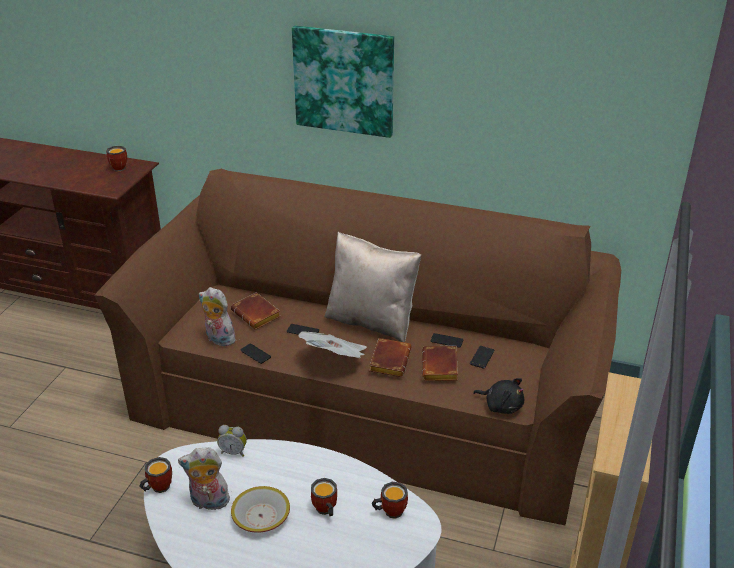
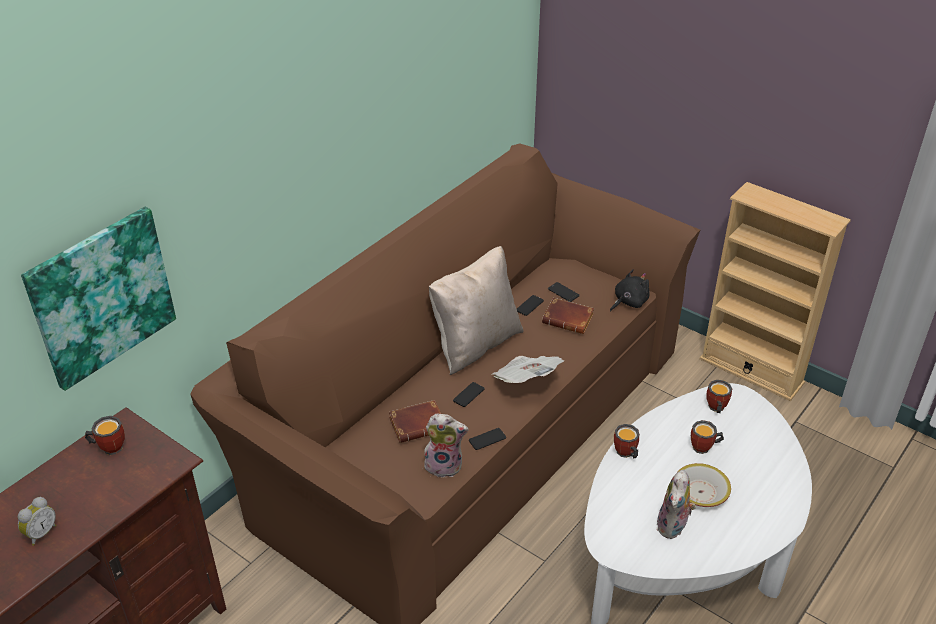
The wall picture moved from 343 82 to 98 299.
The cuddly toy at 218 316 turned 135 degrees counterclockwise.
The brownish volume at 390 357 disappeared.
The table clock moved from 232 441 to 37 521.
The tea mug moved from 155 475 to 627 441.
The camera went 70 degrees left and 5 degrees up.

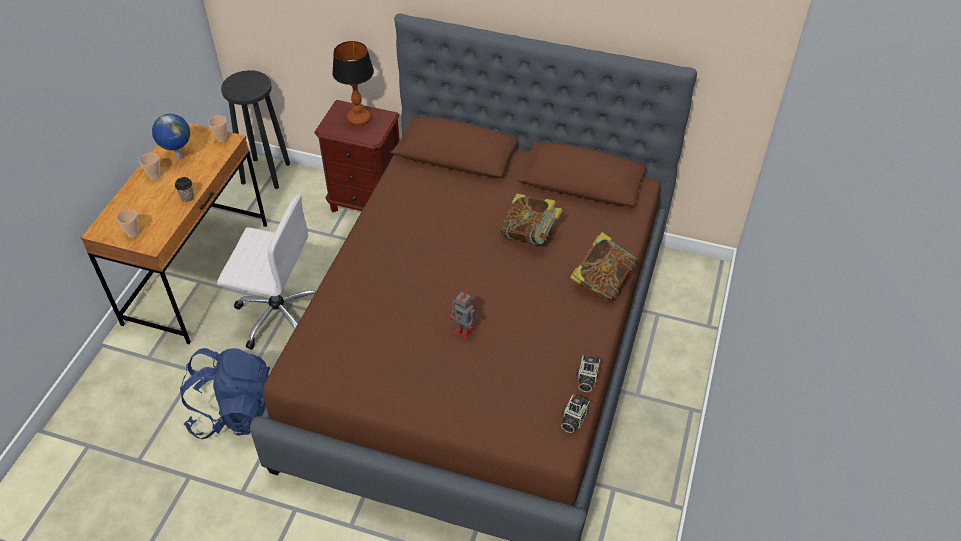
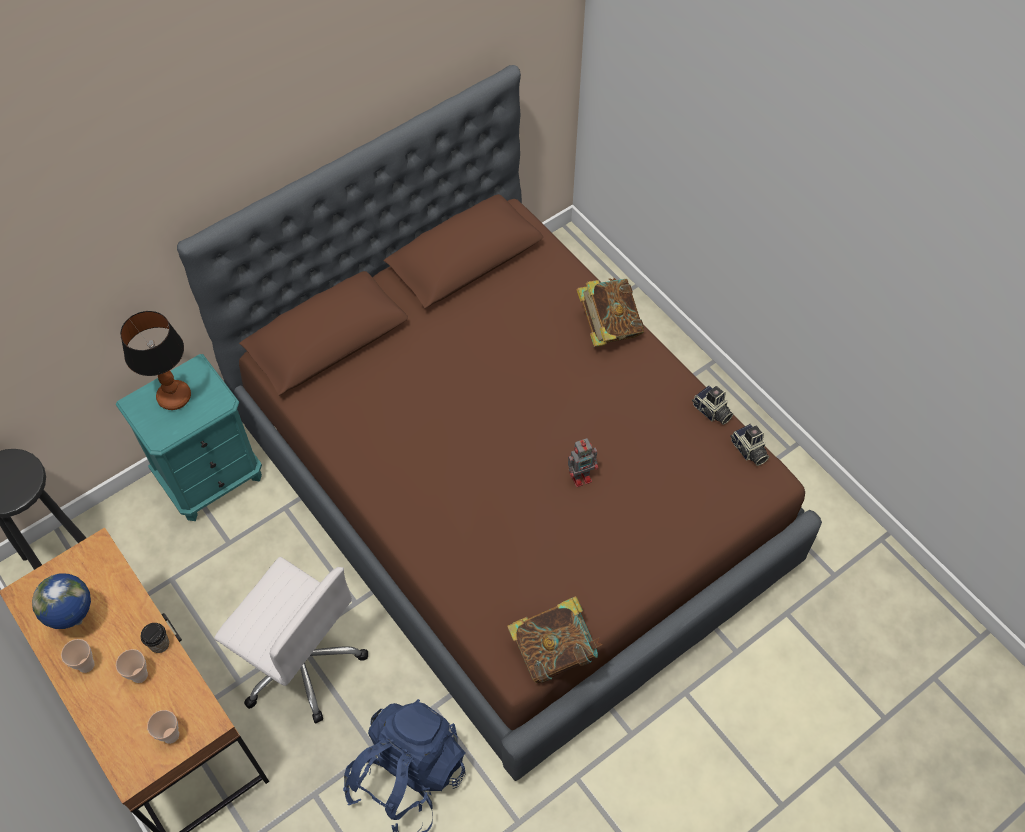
The brownish nightstand at 357 156 became the turquoise nightstand at 189 437.
The drinking cup moved from 217 128 to 132 666.
The white-coloured computer chair at 266 272 turned 75 degrees clockwise.
The volume moved from 531 219 to 554 639.
The camera went 55 degrees left and 10 degrees up.

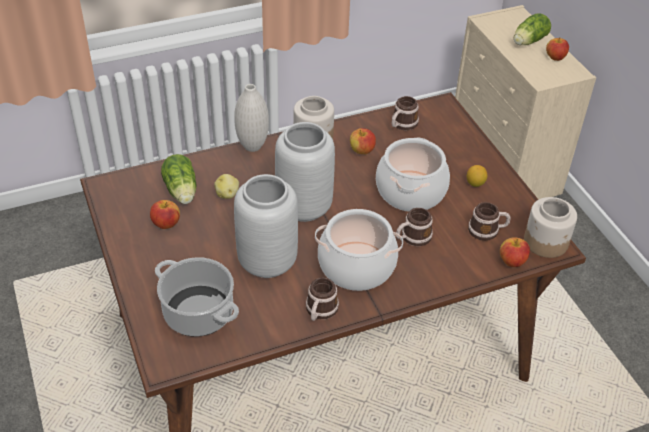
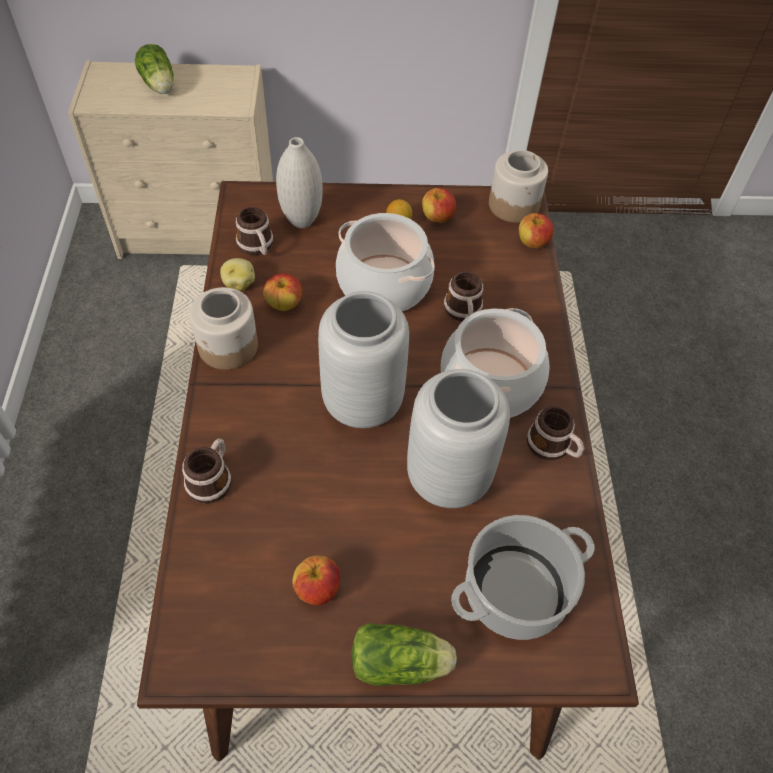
The apple moved from 557 49 to 439 205.
The white-coloured vase moved from 251 118 to 299 182.
The lettuce head moved from 178 179 to 404 654.
The whole potato moved from 226 186 to 237 274.
The tea mug moved from 489 221 to 206 471.
The camera went 70 degrees left and 10 degrees up.

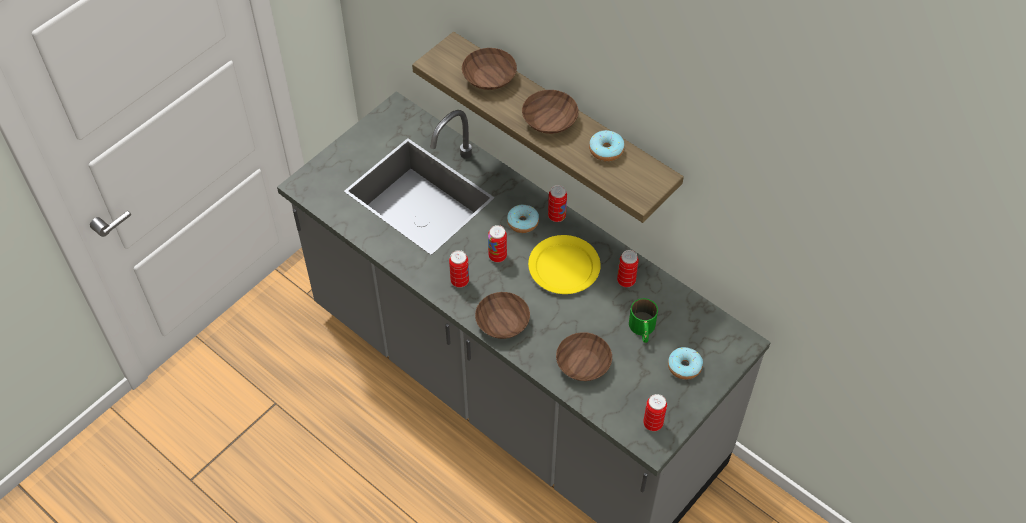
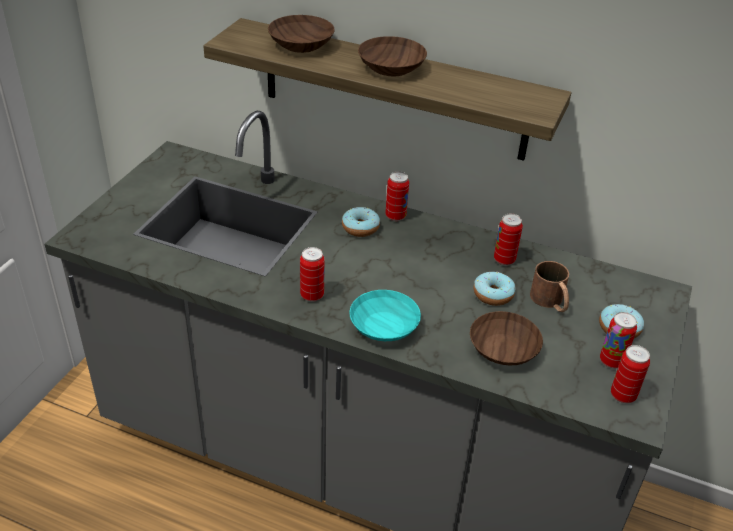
The doughnut moved from 607 146 to 494 288.
The can moved from 497 244 to 618 340.
The yellowish plate at 564 264 disappeared.
The brownish deep dish at 502 315 became the turquoise deep dish at 385 315.
The greenish tea mug at 643 320 became the brownish tea mug at 549 286.
The camera went 20 degrees left and 15 degrees down.

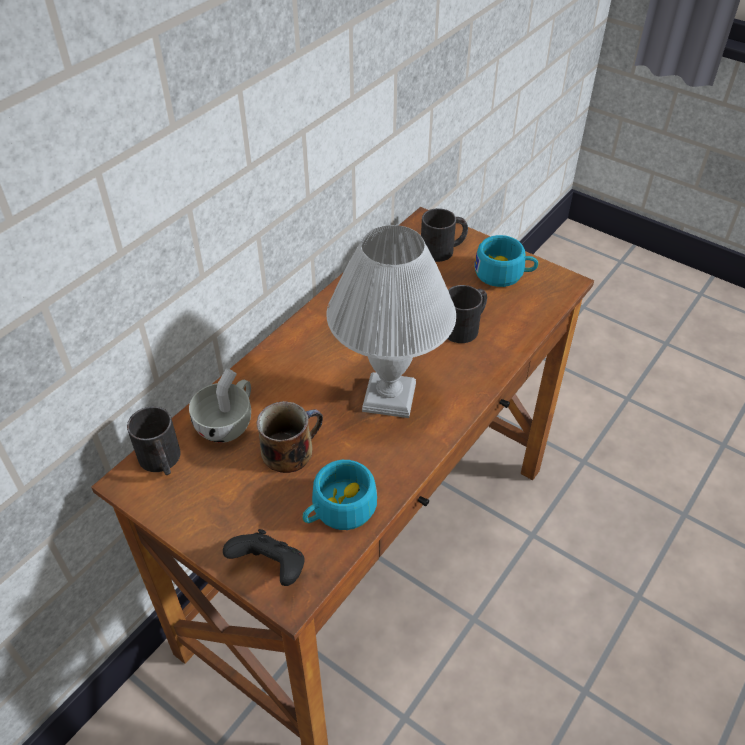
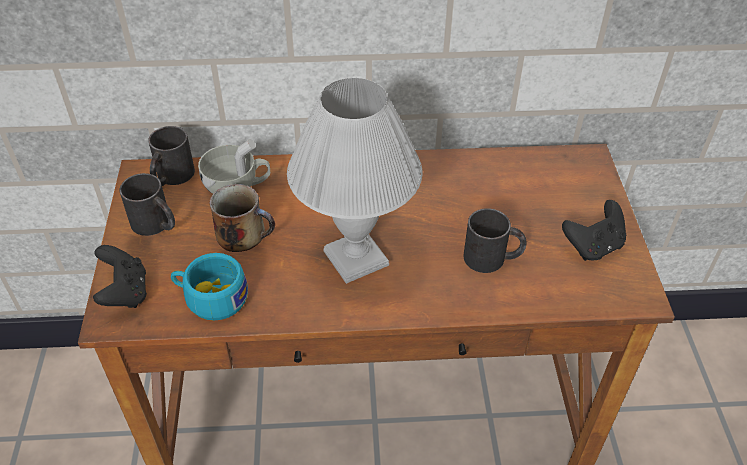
The blackish tea mug moved from 444 235 to 147 204.
The turquoise drinking cup at 506 261 was replaced by the blackish game controller at 594 230.
The camera went 50 degrees right and 0 degrees up.

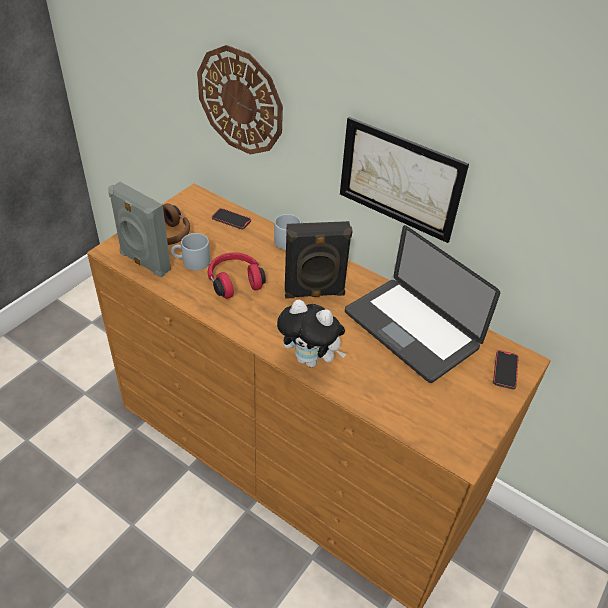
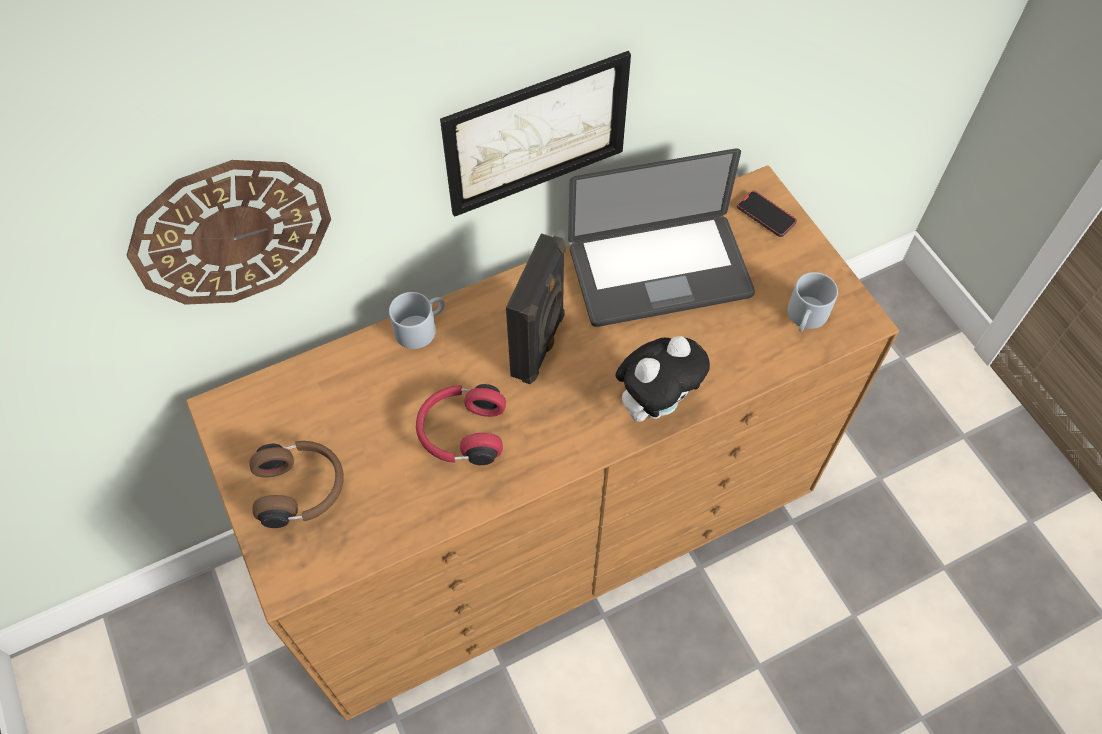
The grey audio speaker at 139 230 disappeared.
The phone at 231 218 disappeared.
The grey tea mug moved from 190 252 to 813 302.
The camera went 60 degrees left and 15 degrees up.

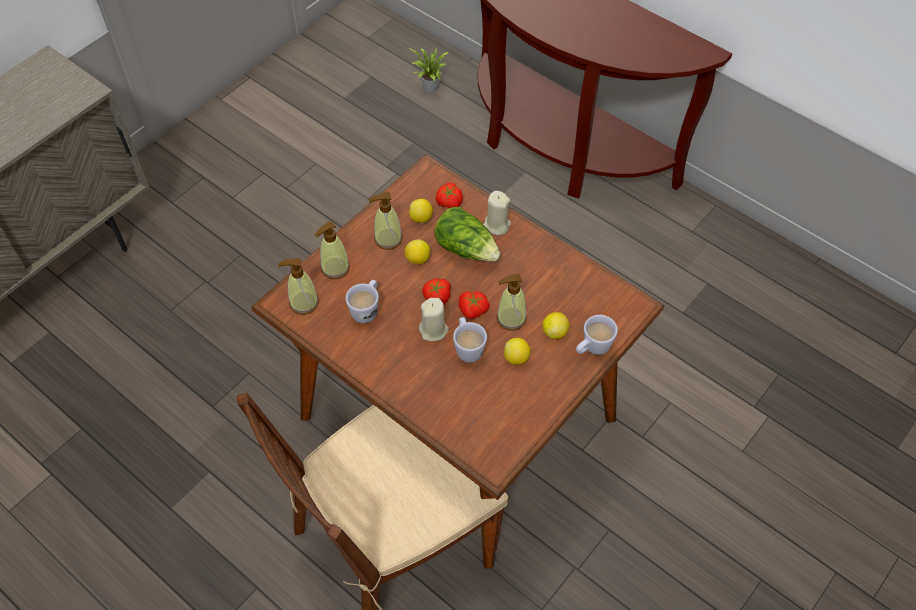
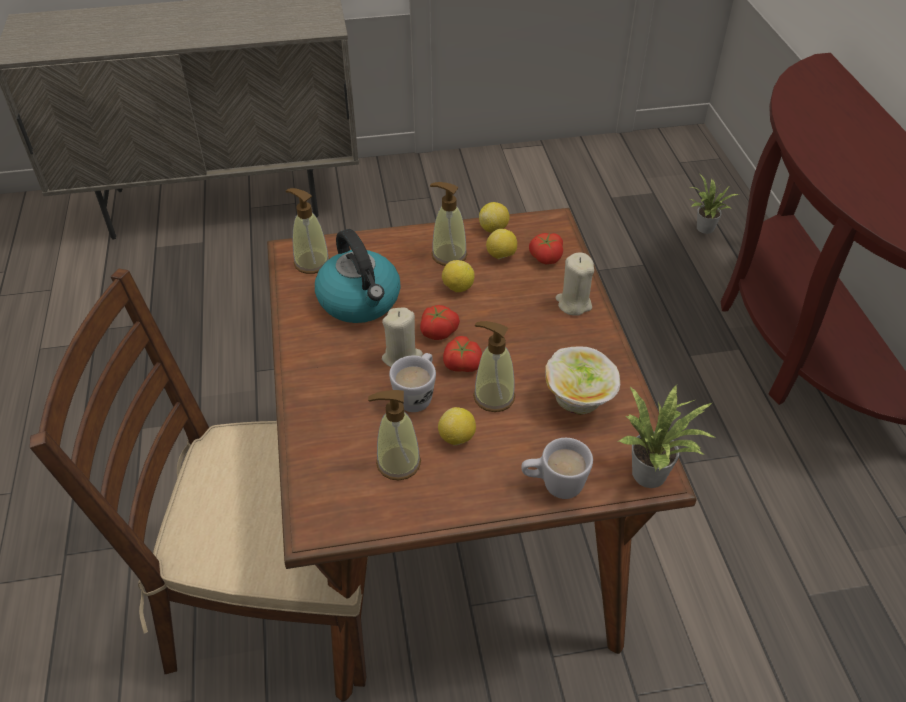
The lettuce head at 467 234 disappeared.
The soap dispenser moved from 332 250 to 394 435.
The white-coloured tea mug at 362 301 was replaced by the kettle at 357 276.
The whole lemon moved from 556 325 to 494 217.
The deep dish at 582 380 appeared.
The plant in a pot at 666 436 appeared.
The camera went 40 degrees right and 10 degrees down.

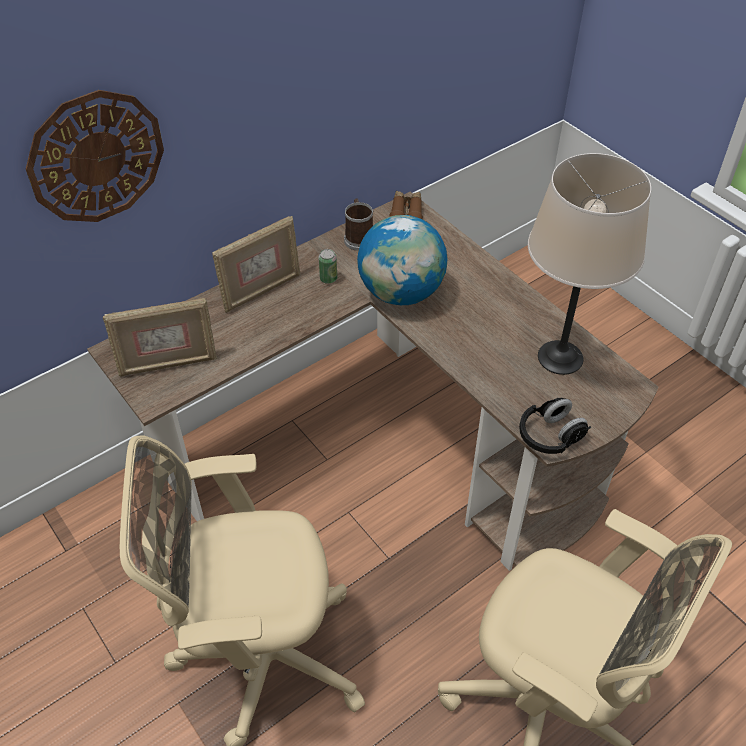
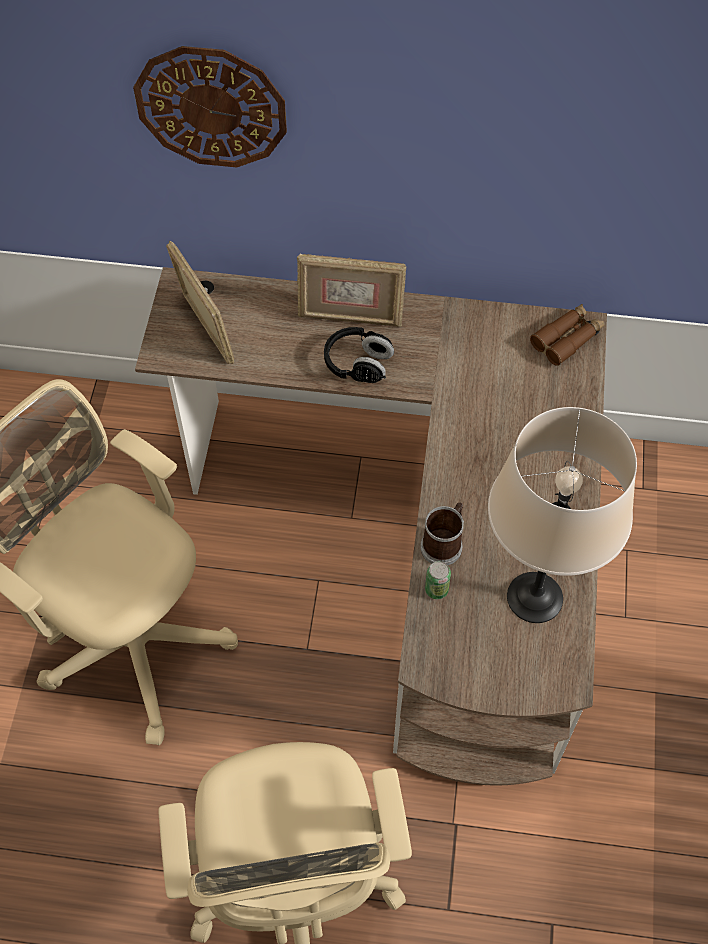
The tea mug moved from 358 224 to 442 533.
The world globe at 402 260 disappeared.
The can moved from 328 266 to 438 580.
The standing frame at 160 337 turned 150 degrees counterclockwise.
The blackish headphones moved from 555 426 to 359 355.
The camera went 45 degrees right and 10 degrees up.

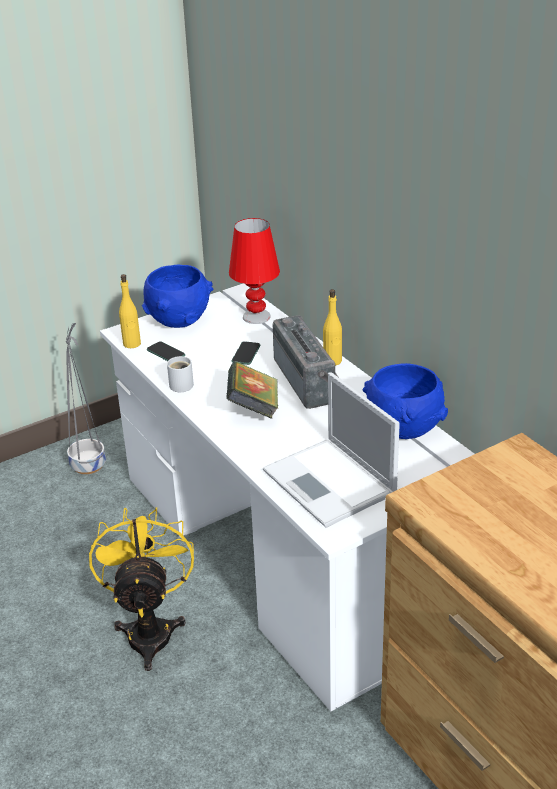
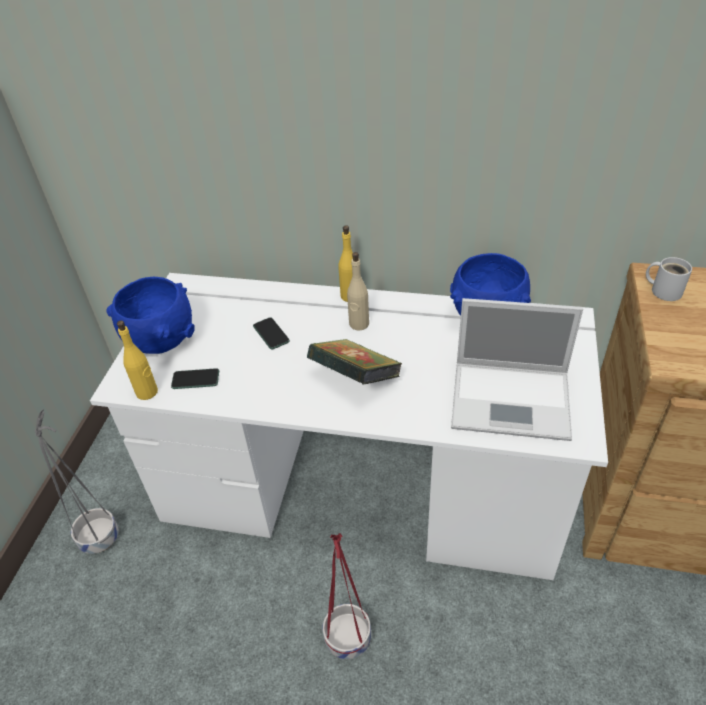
The red-coloured tabletop lamp at 254 271 disappeared.
The radio at 305 362 was replaced by the sand-coloured bottle at 358 291.
The white-coloured tea mug moved from 180 374 to 669 279.
The yellowish electric fan at 141 589 was replaced by the red-coloured planter at 346 596.
The camera went 45 degrees left and 10 degrees up.

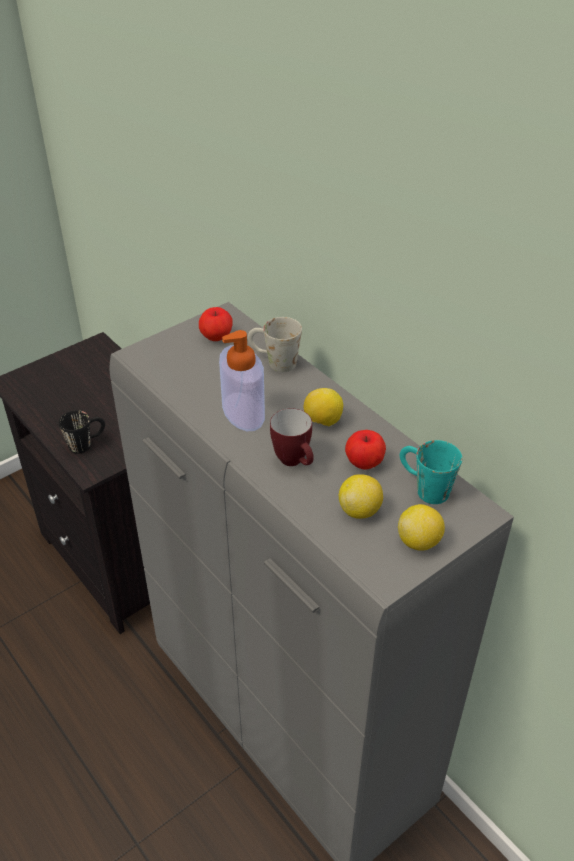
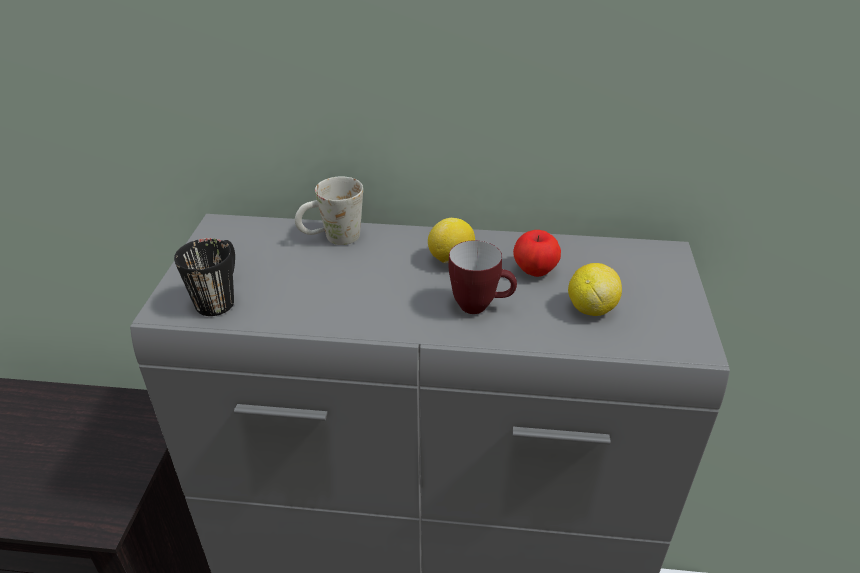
The apple at 216 324 disappeared.
The soap dispenser at 242 380 disappeared.
The blackish tea mug moved from 82 432 to 204 277.
The turquoise tea mug at 431 472 disappeared.
The whole lemon at 421 527 disappeared.
The camera went 45 degrees left and 5 degrees down.

